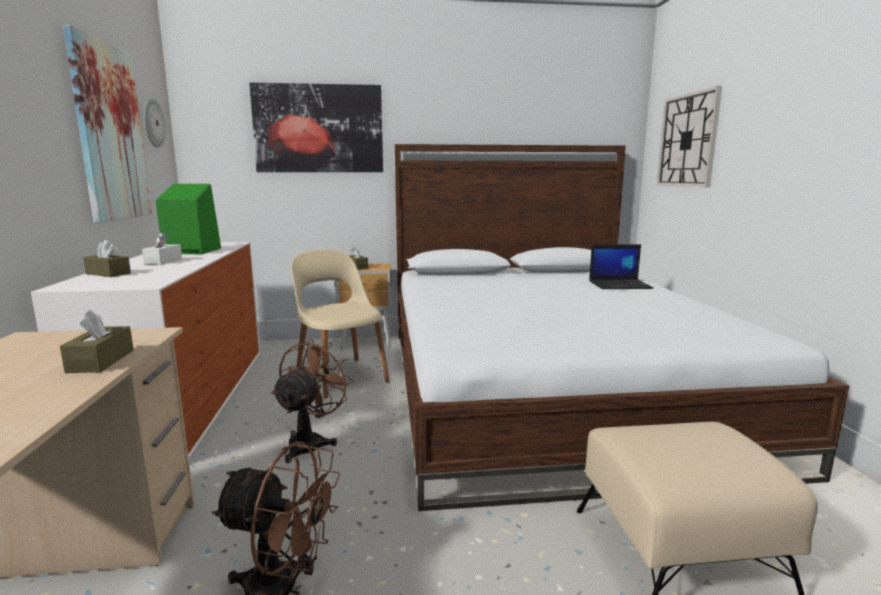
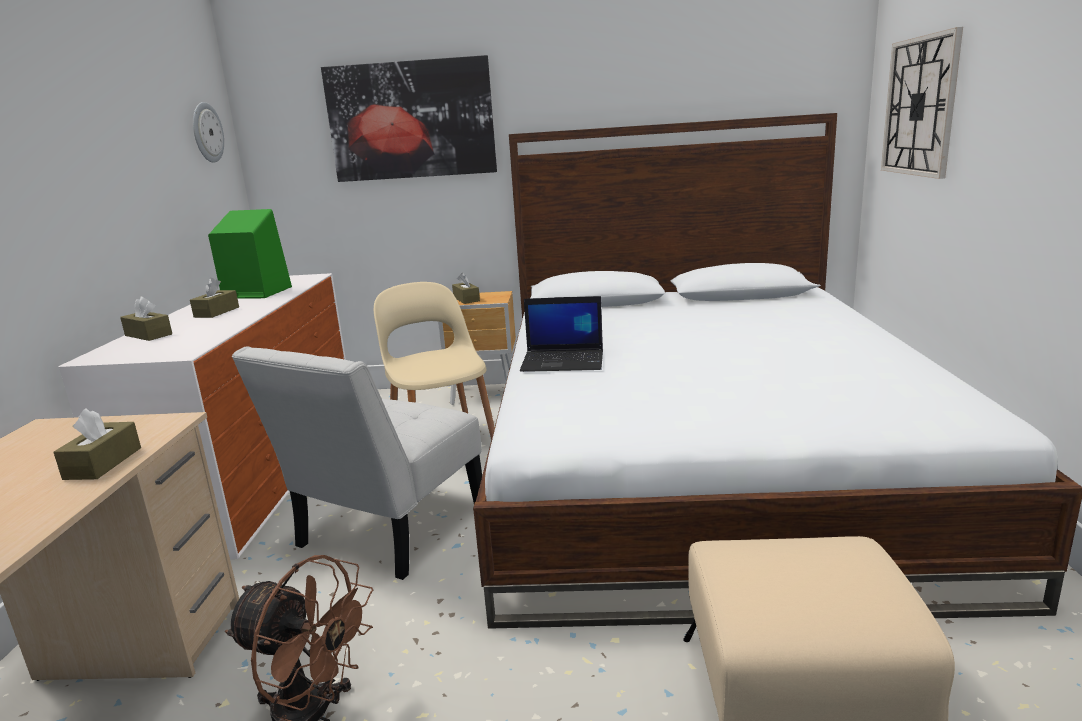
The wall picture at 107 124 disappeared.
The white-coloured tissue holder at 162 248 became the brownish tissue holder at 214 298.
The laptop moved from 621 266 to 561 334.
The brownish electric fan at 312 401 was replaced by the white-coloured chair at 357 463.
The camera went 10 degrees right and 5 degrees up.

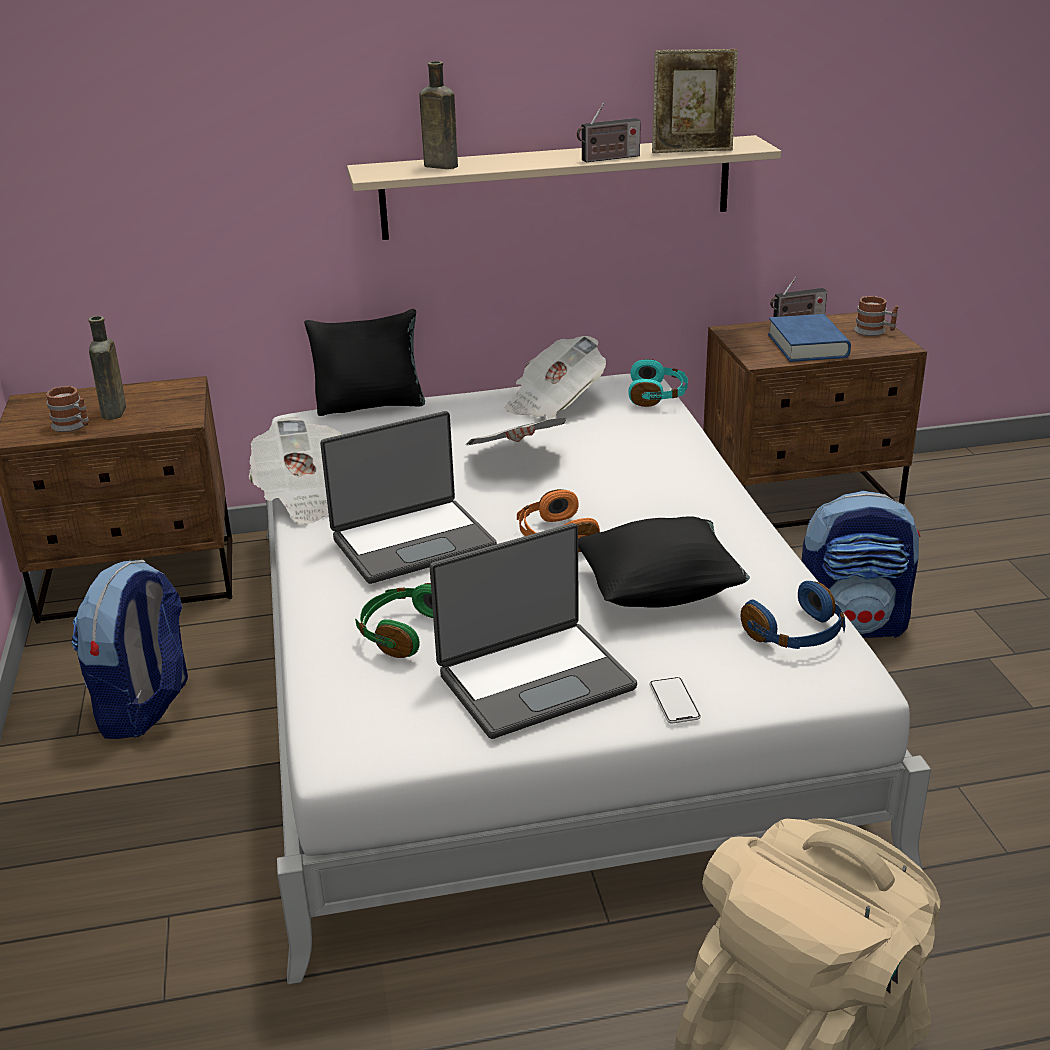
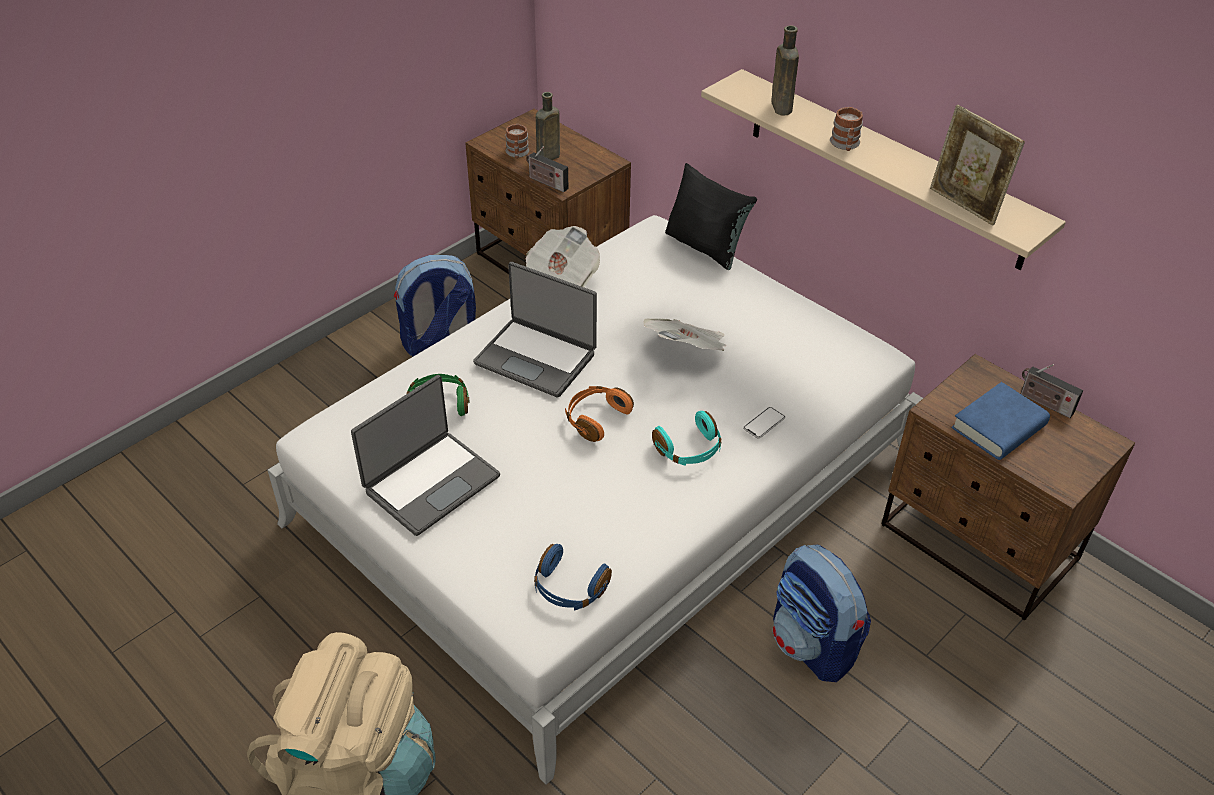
The radio moved from 609 132 to 547 169.
The tea mug moved from 876 316 to 846 129.
The daily paper at 555 377 disappeared.
The turquoise headphones moved from 658 383 to 686 438.
The blackish pillow at 664 562 disappeared.
The laptop at 533 631 turned 75 degrees counterclockwise.
The phone moved from 675 700 to 764 422.
The camera went 55 degrees right and 15 degrees up.

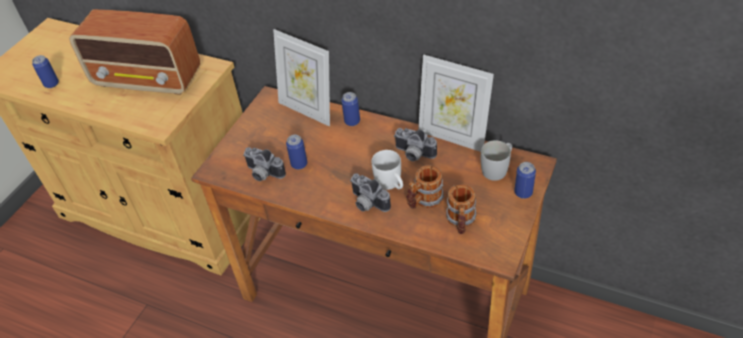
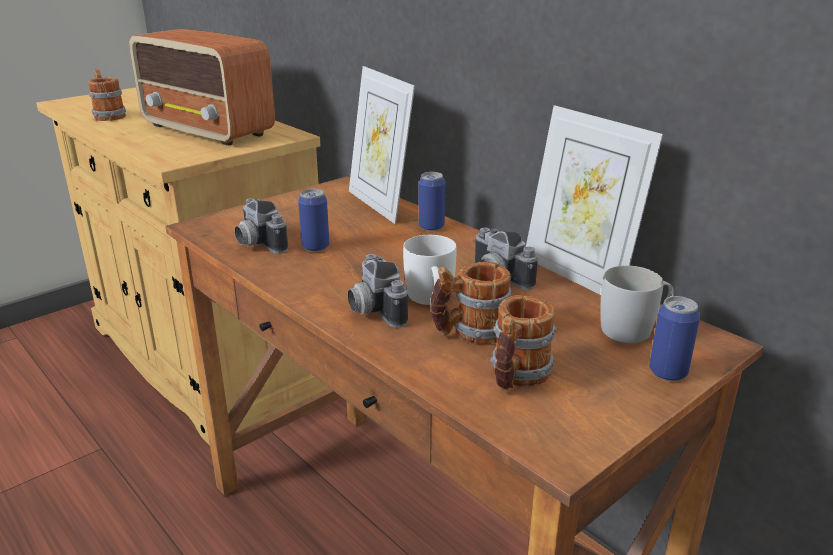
The can at 45 71 was replaced by the tea mug at 107 95.
The camera went 20 degrees right and 20 degrees down.

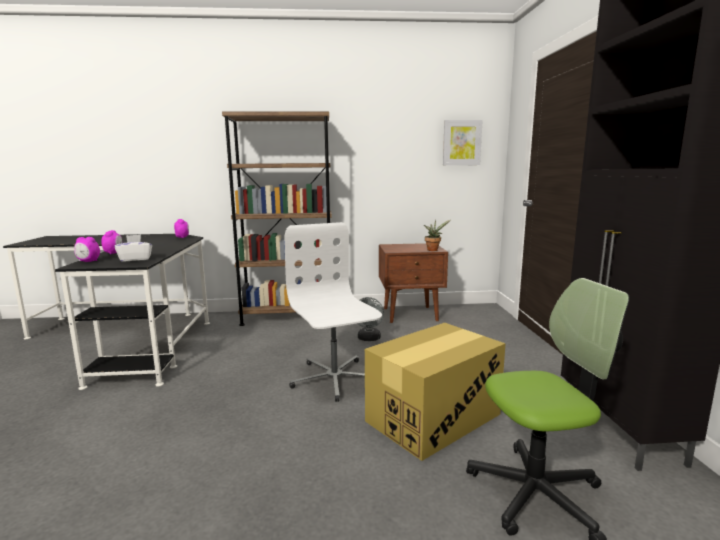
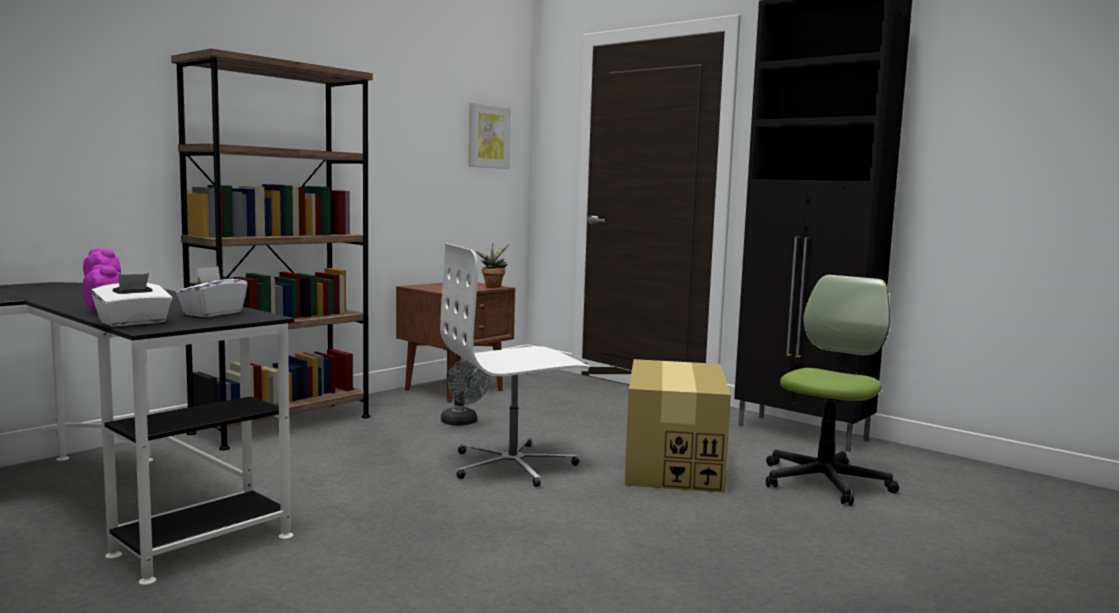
The white-coloured computer chair at 333 312 turned 45 degrees counterclockwise.
The table clock at 87 249 was replaced by the white-coloured tissue holder at 132 299.
The camera went 45 degrees left and 5 degrees down.

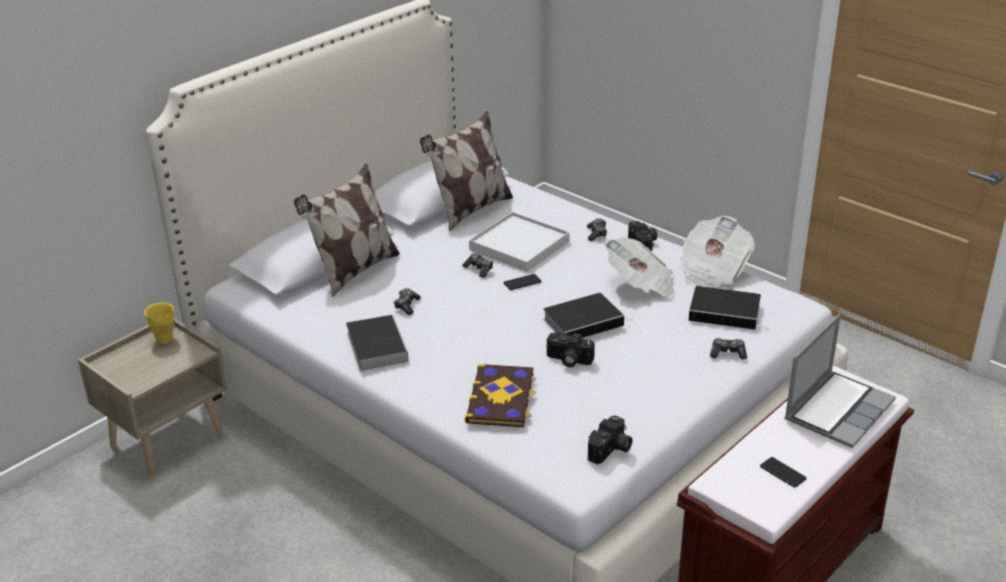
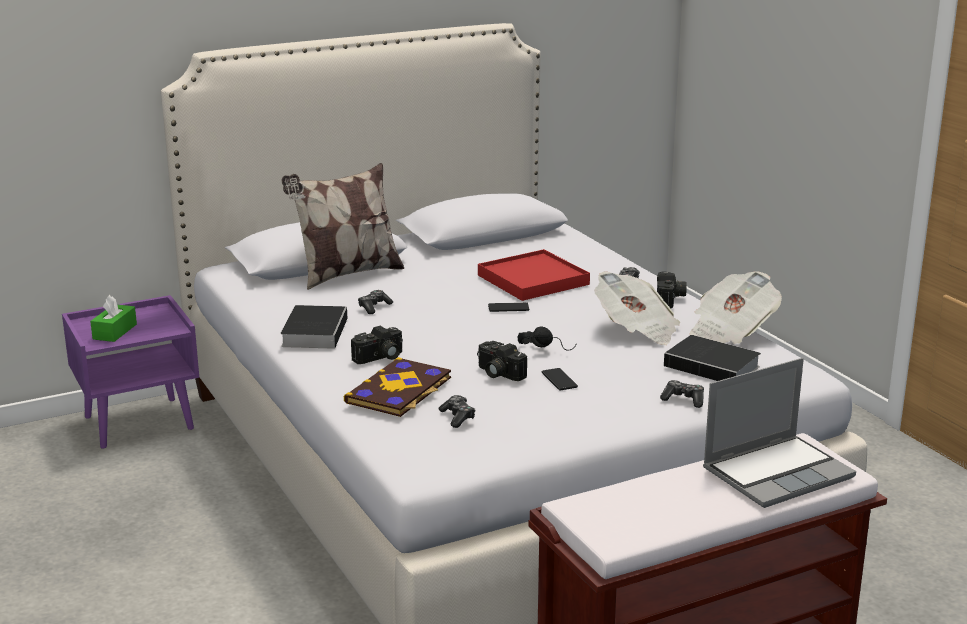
The pillow at 466 171 disappeared.
The white-coloured serving tray at 519 242 became the red-coloured serving tray at 534 275.
The game controller moved from 477 266 to 457 411.
The volume at 588 315 was replaced by the blackish headphones at 547 339.
The yellowish drinking cup at 159 323 disappeared.
The sand-coloured nightstand at 152 397 became the purple nightstand at 130 372.
The photo camera moved from 610 440 to 377 345.
The phone moved from 783 472 to 560 379.
The greenish tissue holder at 113 318 appeared.
The camera went 20 degrees right and 10 degrees down.

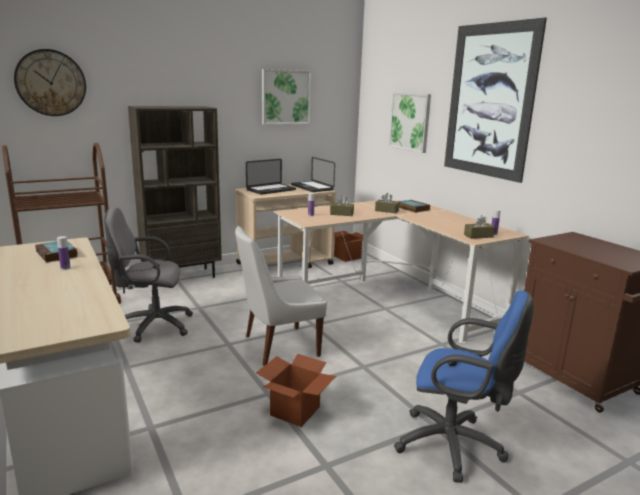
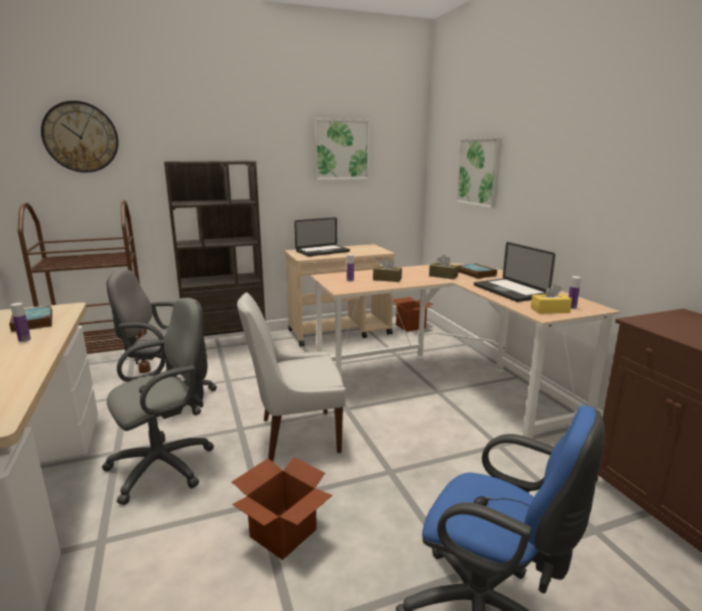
The wall picture at 495 100 disappeared.
The laptop moved from 313 174 to 514 272.
The brownish tissue holder at 479 227 became the yellowish tissue holder at 551 299.
The grey computer chair at 158 401 appeared.
The camera went 10 degrees right and 0 degrees up.

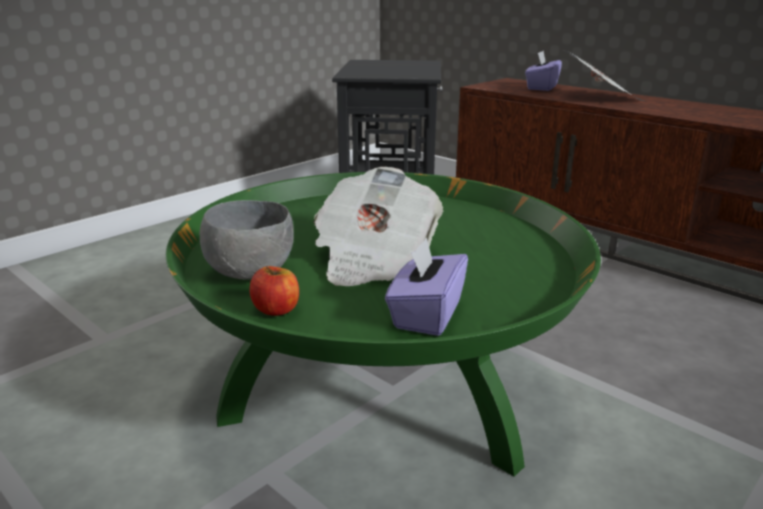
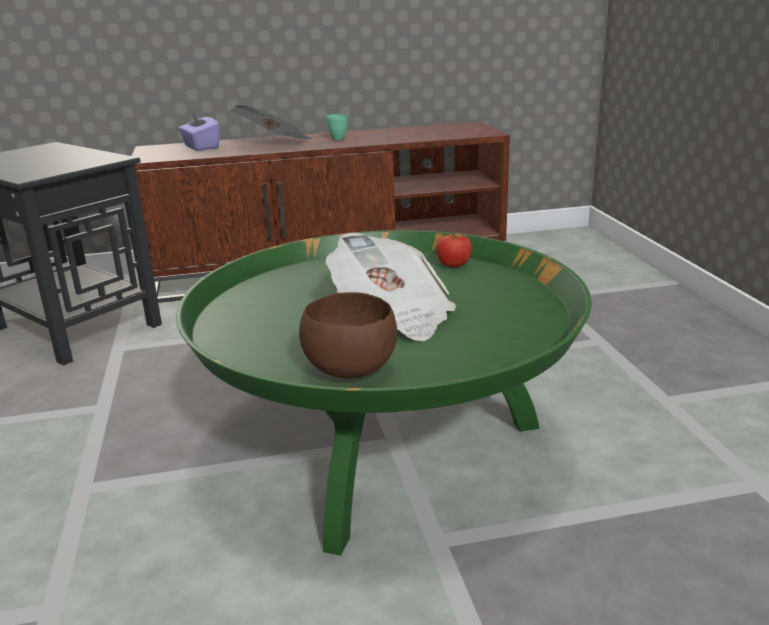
The grey deep dish at 247 240 became the brownish deep dish at 348 335.
The purple tissue holder at 426 286 disappeared.
The apple moved from 274 291 to 454 250.
The greenish tea mug at 337 127 appeared.
The camera went 55 degrees left and 0 degrees up.

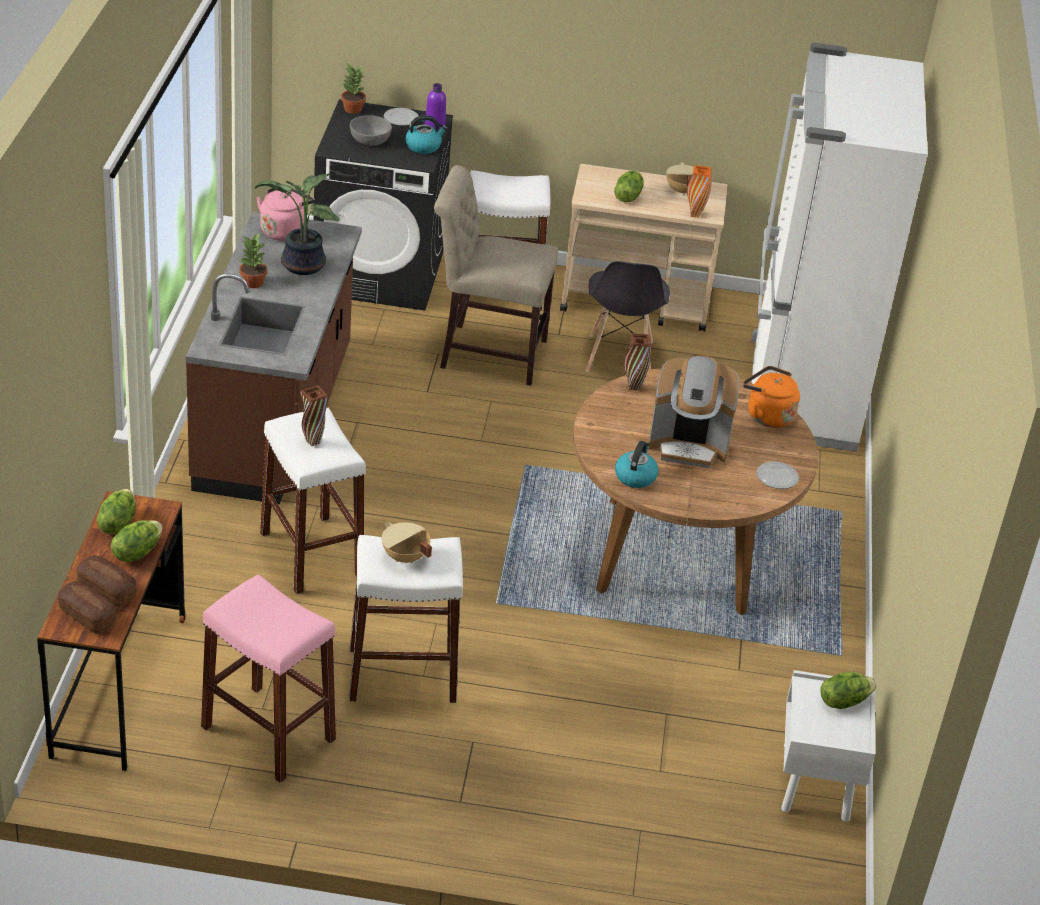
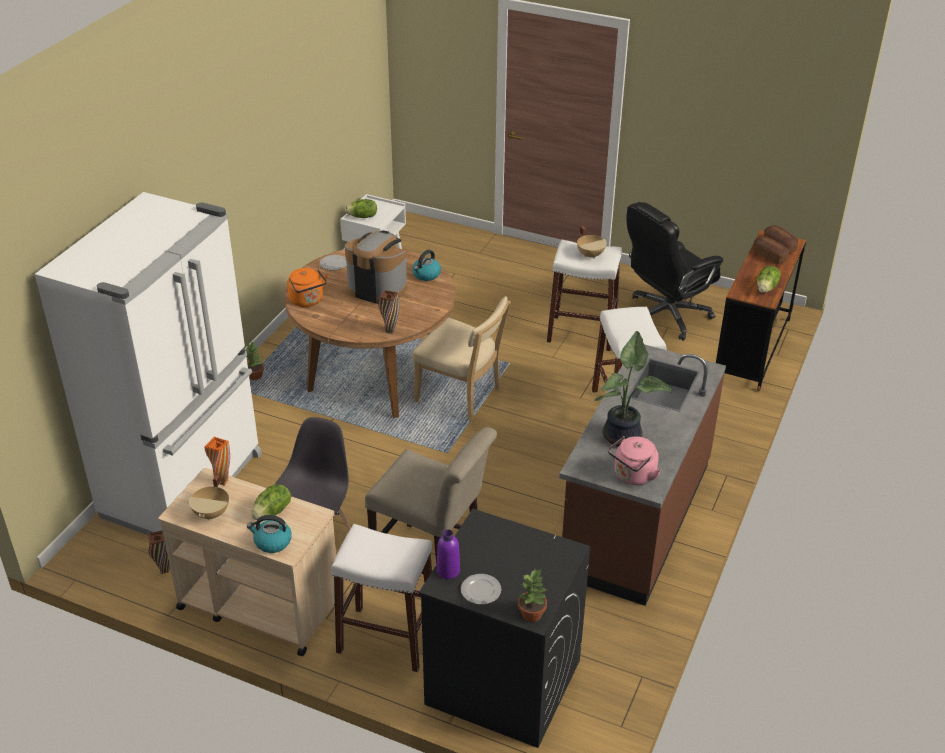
The grey deep dish at 371 130 disappeared.
The kettle moved from 426 134 to 269 534.
The plant in a pot moved from 253 260 to 254 360.
The brownish vase moved from 314 415 to 159 552.
The lettuce head at 136 541 disappeared.
The pink-coloured sitting stool at 268 678 was replaced by the blackish computer chair at 675 271.
The sand-coloured chair at 461 358 appeared.
The camera went 160 degrees left and 0 degrees up.

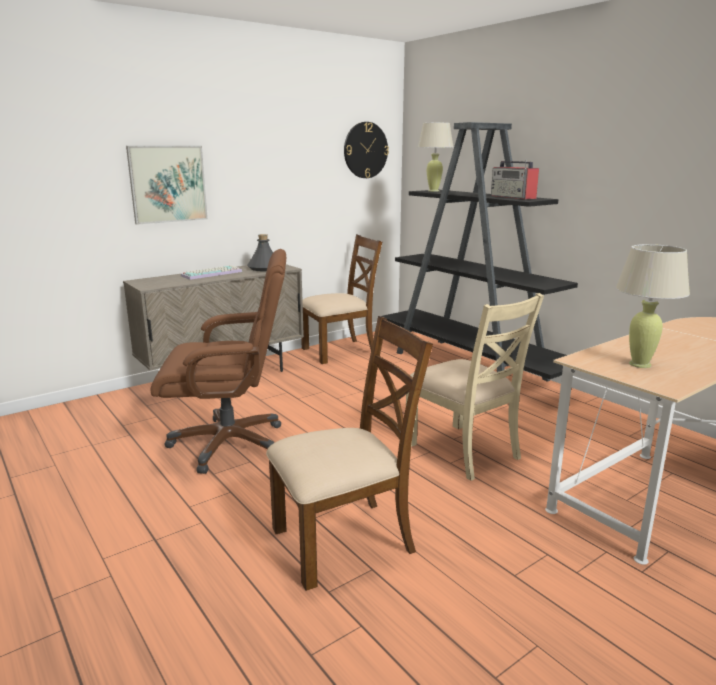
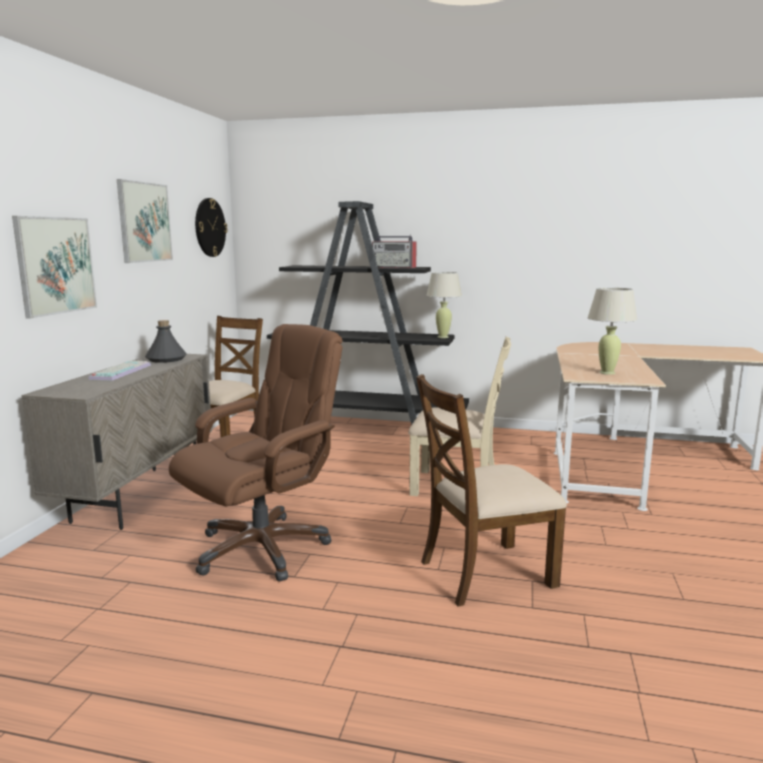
The sand-coloured tabletop lamp moved from 436 157 to 444 305.
The brownish chair at 349 453 turned 135 degrees counterclockwise.
The wall picture at 145 221 appeared.
The camera went 40 degrees left and 5 degrees down.

